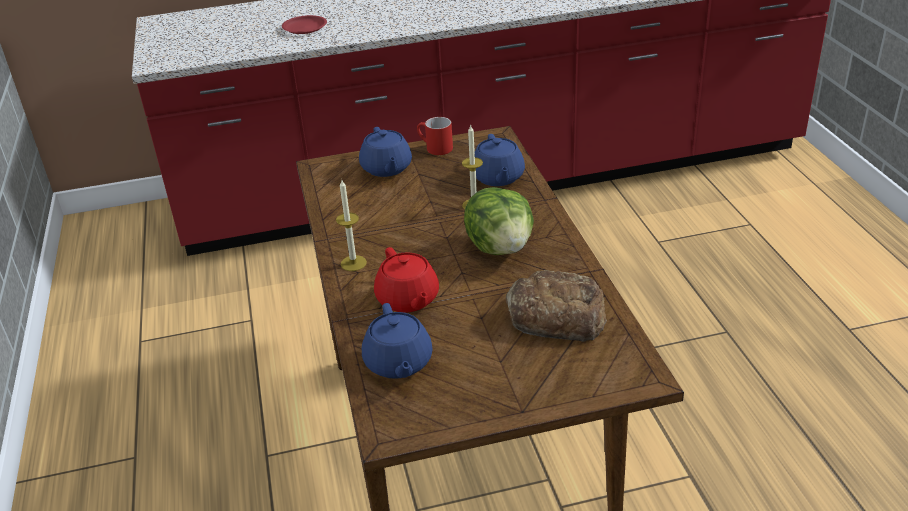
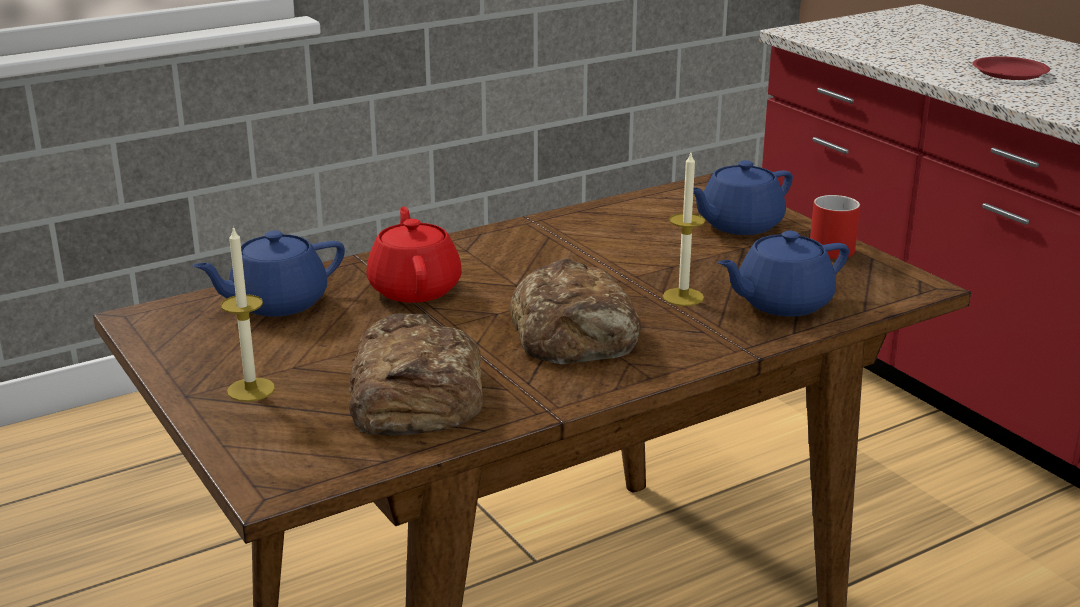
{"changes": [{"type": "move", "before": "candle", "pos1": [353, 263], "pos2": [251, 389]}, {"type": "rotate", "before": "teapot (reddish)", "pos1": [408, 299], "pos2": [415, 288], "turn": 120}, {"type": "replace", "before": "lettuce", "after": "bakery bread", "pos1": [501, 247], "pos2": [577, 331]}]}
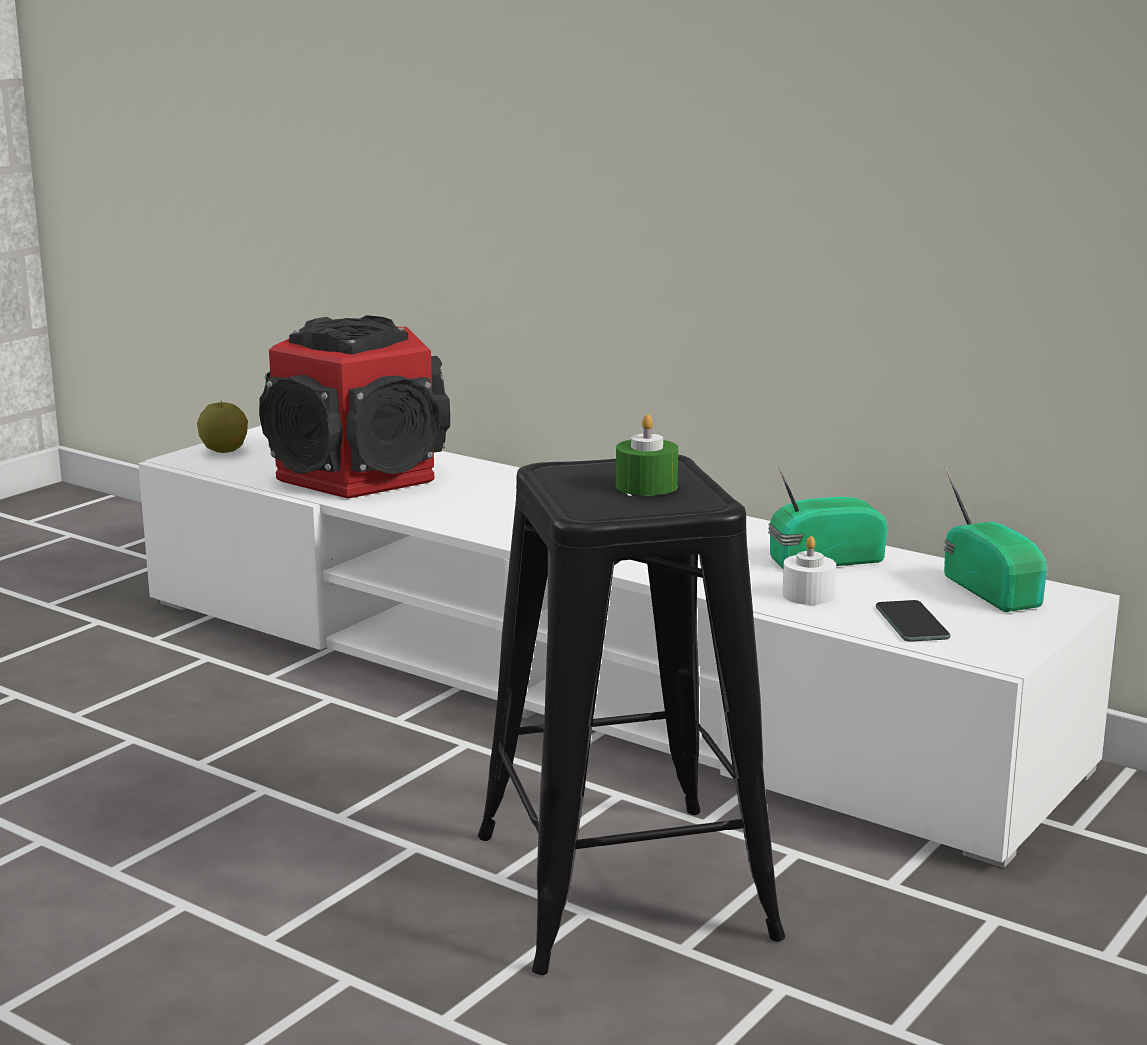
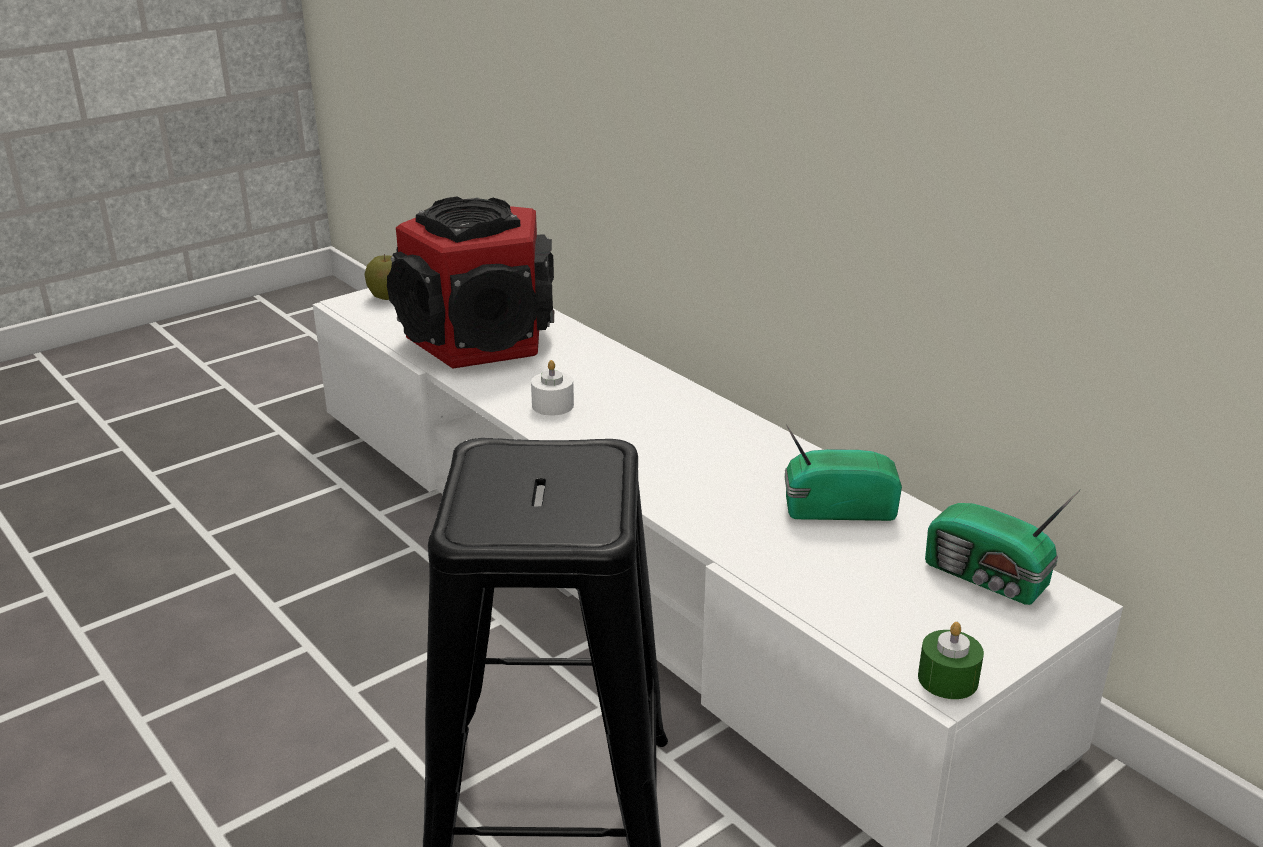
{"changes": [{"type": "move", "before": "candle (green-coloured)", "pos1": [646, 486], "pos2": [948, 679]}, {"type": "move", "before": "candle (whitish)", "pos1": [808, 595], "pos2": [552, 405]}, {"type": "delete", "before": "handset", "pos1": [912, 623]}, {"type": "rotate", "before": "radio", "pos1": [992, 590], "pos2": [987, 579], "turn": 135}]}
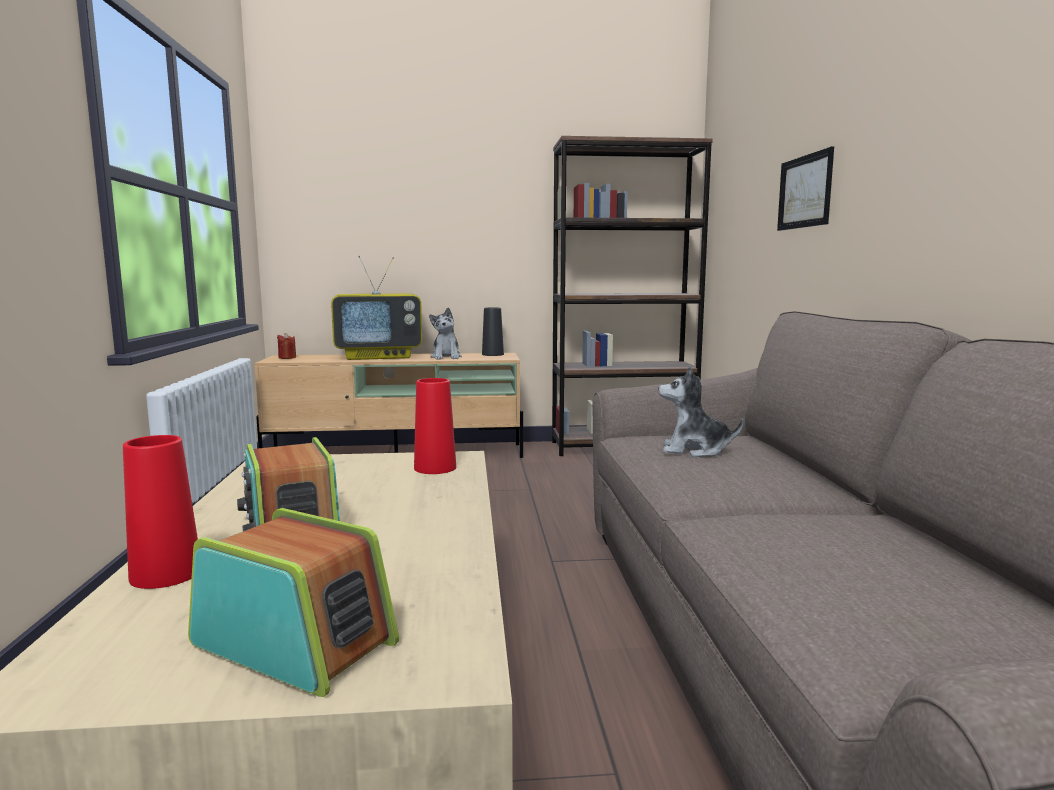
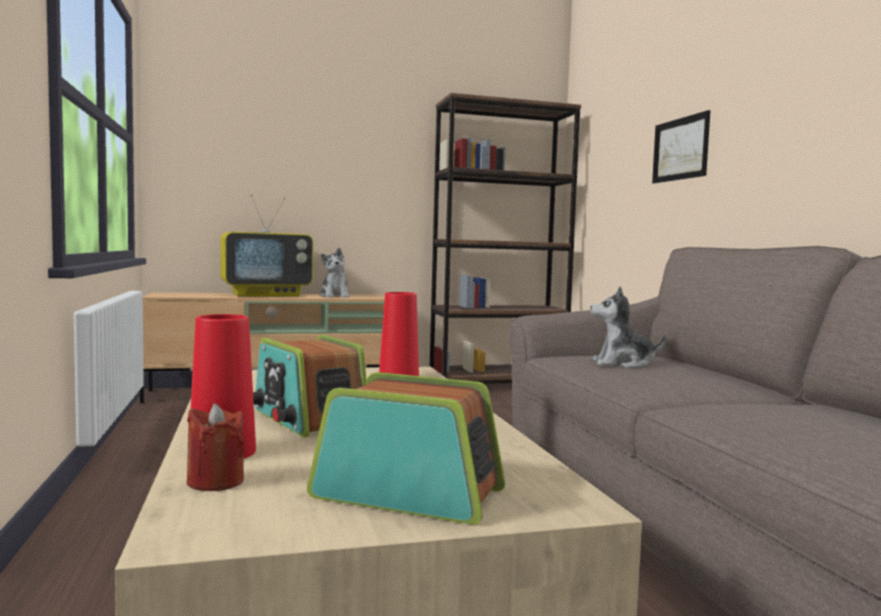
{"changes": [{"type": "move", "before": "candle (reddish)", "pos1": [287, 358], "pos2": [215, 481]}, {"type": "delete", "before": "vase (black)", "pos1": [492, 354]}]}
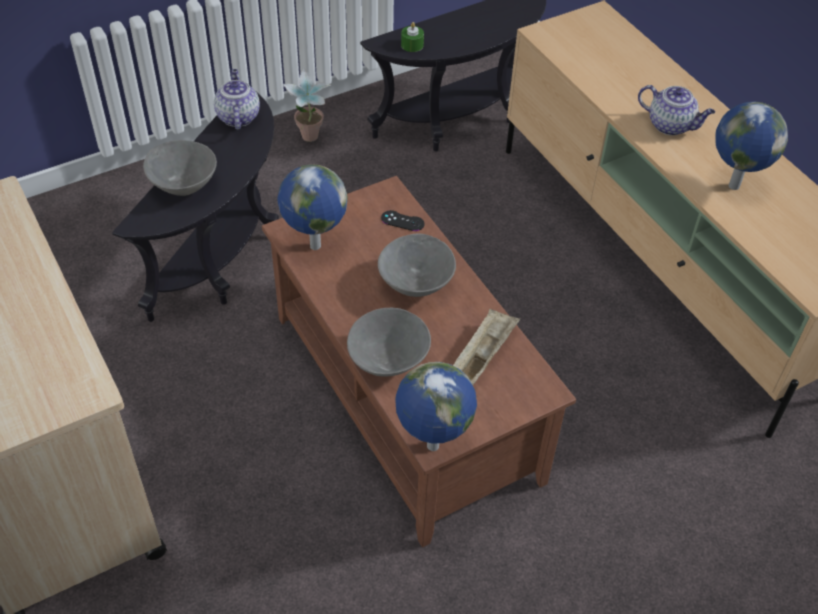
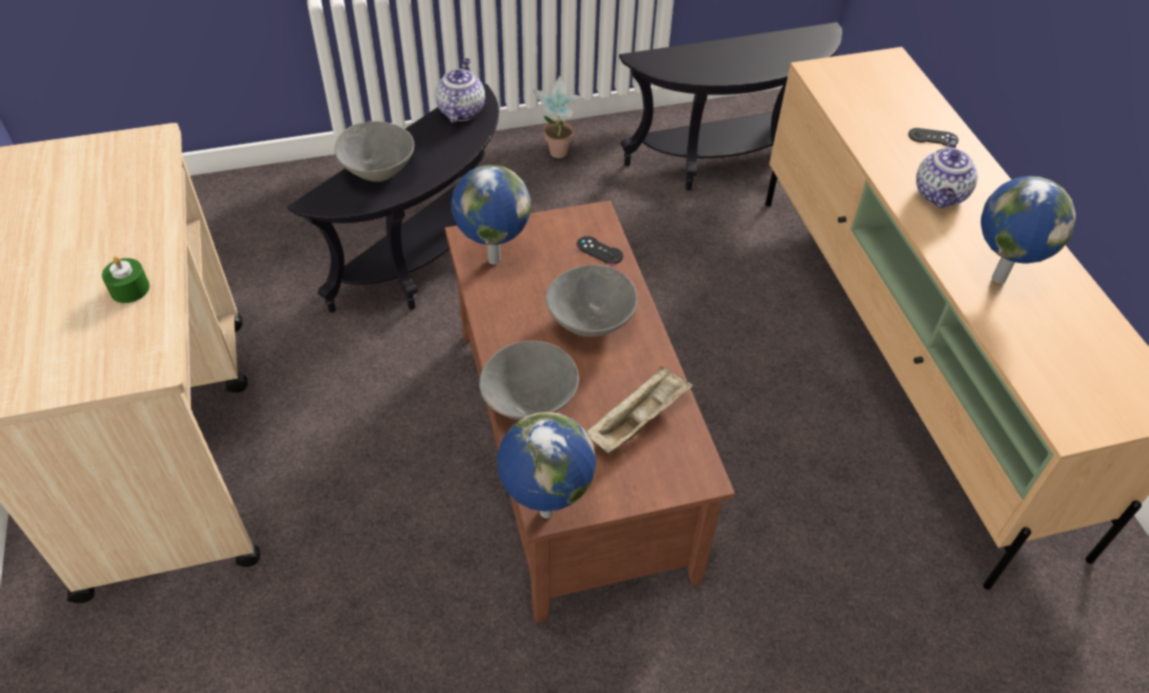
{"changes": [{"type": "move", "before": "candle (green-coloured)", "pos1": [412, 45], "pos2": [130, 289]}, {"type": "rotate", "before": "teapot", "pos1": [671, 125], "pos2": [940, 195], "turn": 60}, {"type": "insert", "after": "gamepad (black)", "pos2": [933, 137]}]}
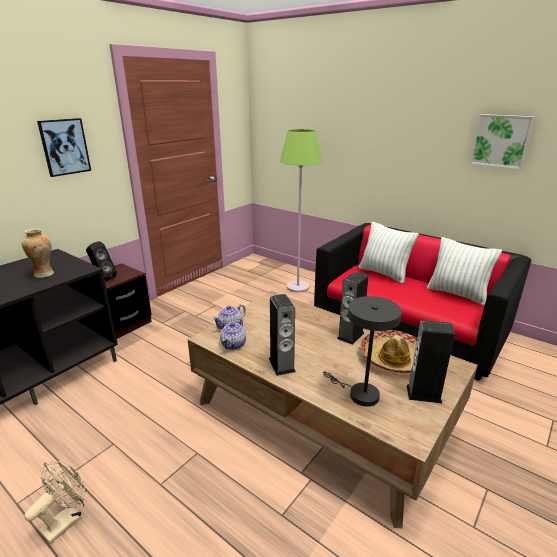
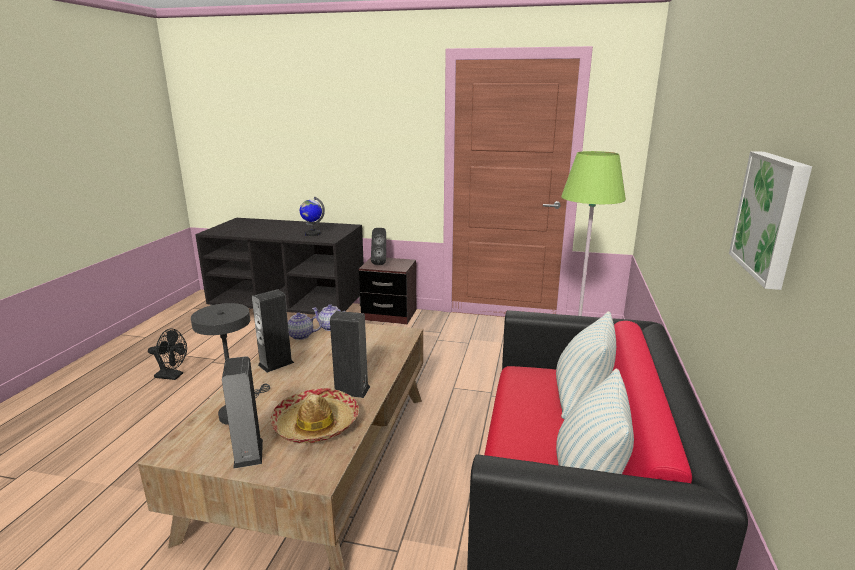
{"changes": [{"type": "replace", "before": "vase", "after": "world globe", "pos1": [44, 274], "pos2": [312, 234]}, {"type": "recolor", "before": "cooling fan (beige)", "after": "cooling fan (black)", "pos1": [67, 520], "pos2": [173, 376]}, {"type": "delete", "before": "wall art", "pos1": [64, 147]}]}
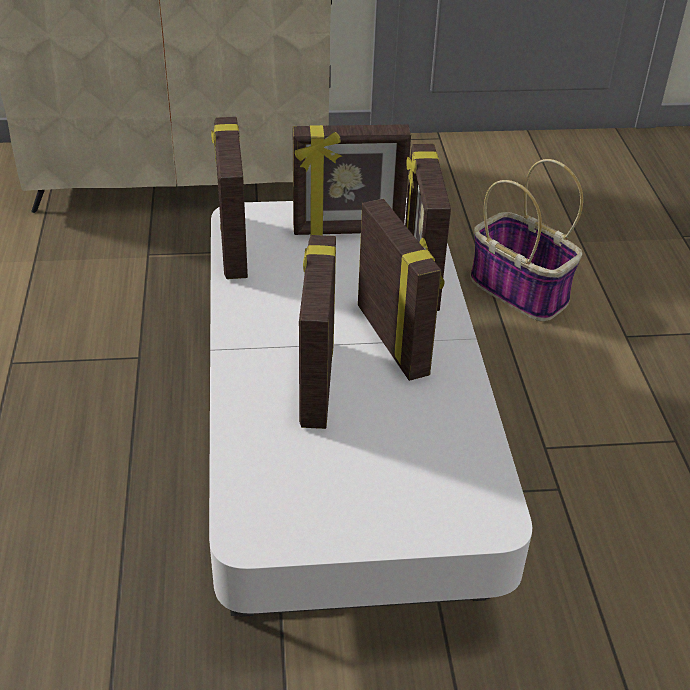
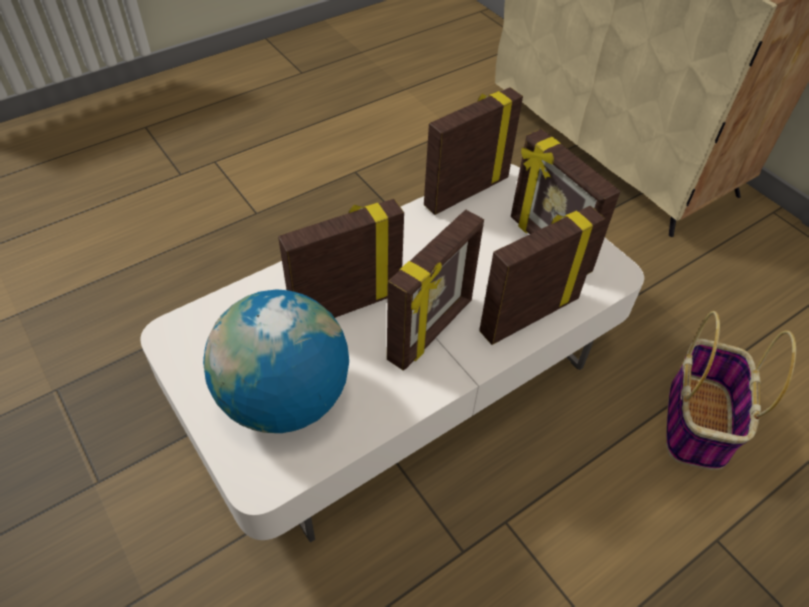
{"changes": [{"type": "insert", "after": "world globe", "pos2": [284, 398]}]}
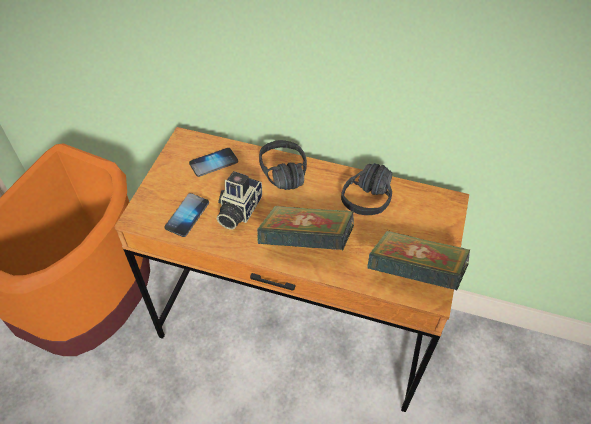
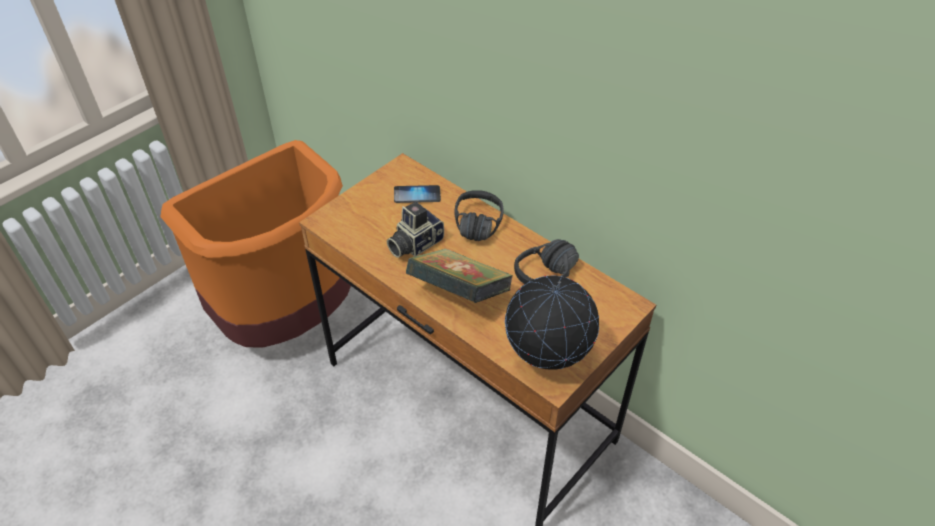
{"changes": [{"type": "delete", "before": "handset", "pos1": [187, 215]}, {"type": "replace", "before": "volume", "after": "world globe", "pos1": [414, 275], "pos2": [547, 358]}]}
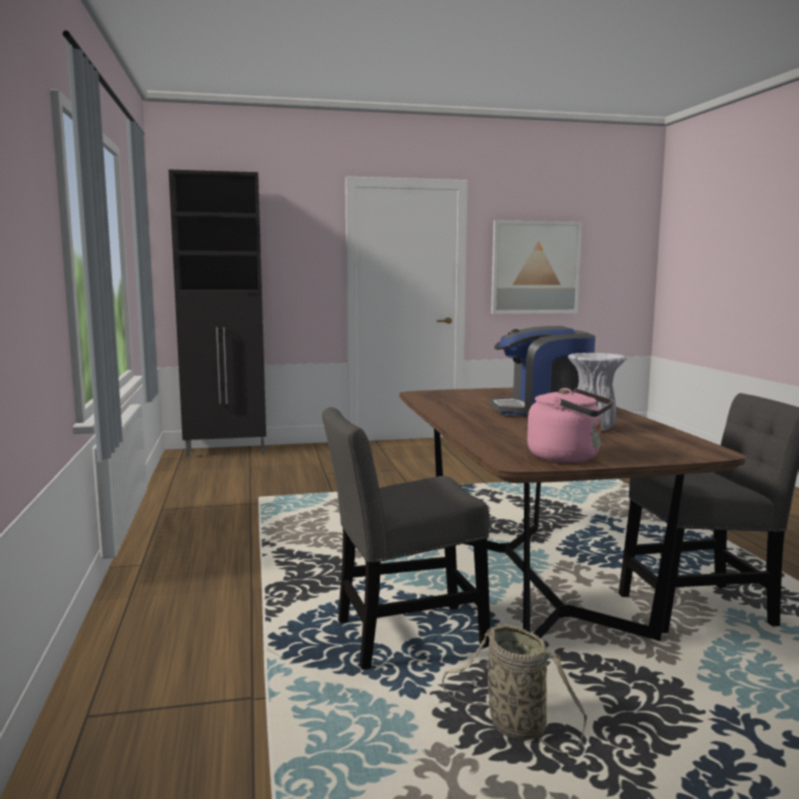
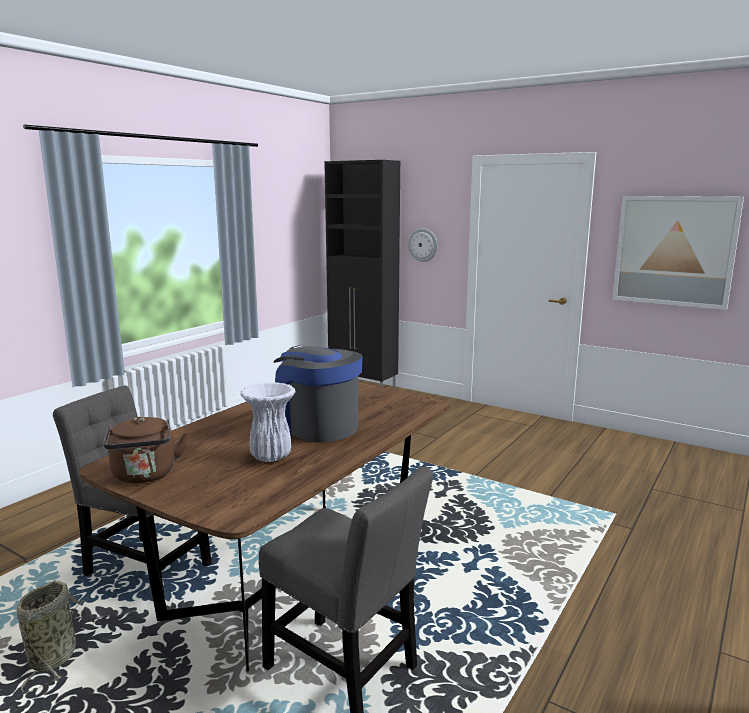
{"changes": [{"type": "recolor", "before": "tea kettle (pinkish)", "after": "tea kettle (brownish)", "pos1": [568, 457], "pos2": [145, 476]}, {"type": "insert", "after": "wall clock", "pos2": [423, 245]}]}
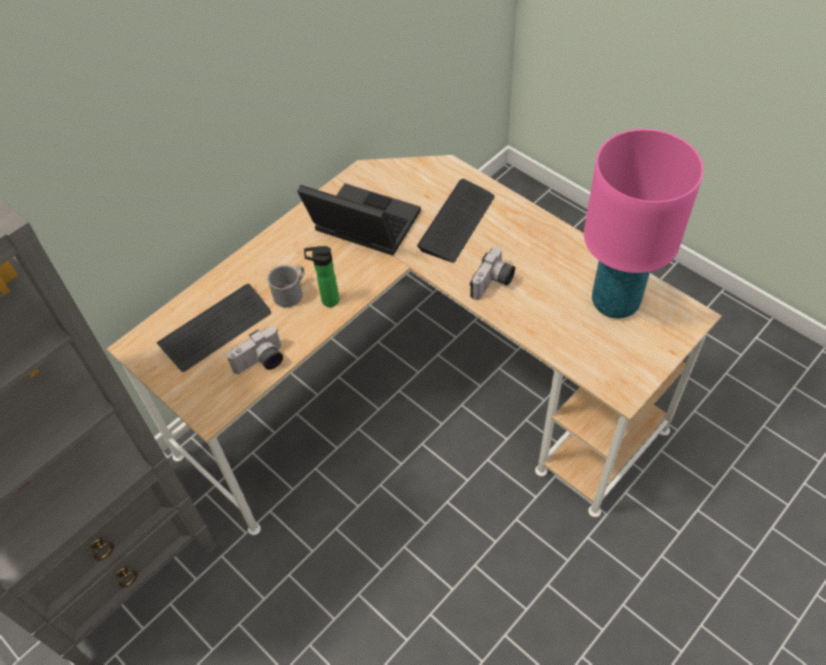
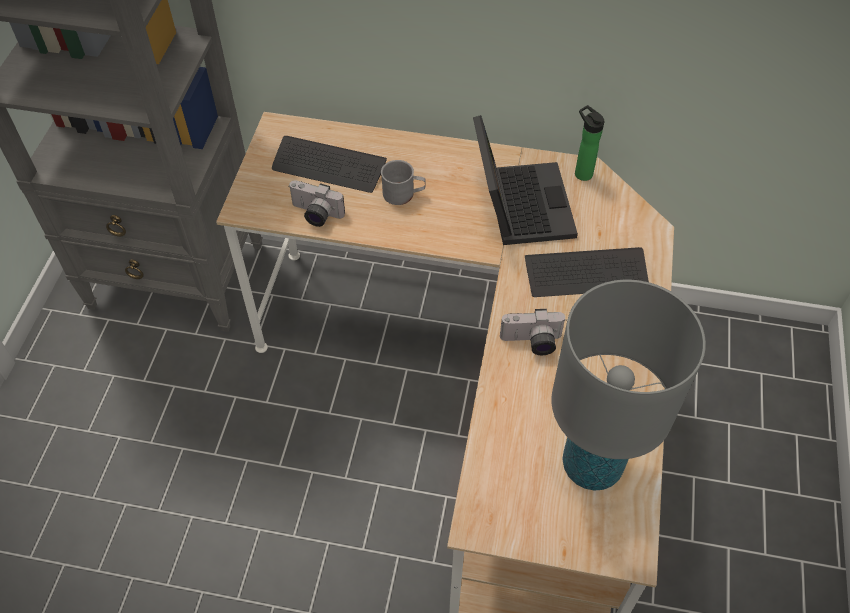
{"changes": [{"type": "move", "before": "drink bottle", "pos1": [327, 300], "pos2": [581, 172]}, {"type": "recolor", "before": "lamp for a table (pinkish)", "after": "lamp for a table (gray)", "pos1": [615, 302], "pos2": [592, 465]}]}
